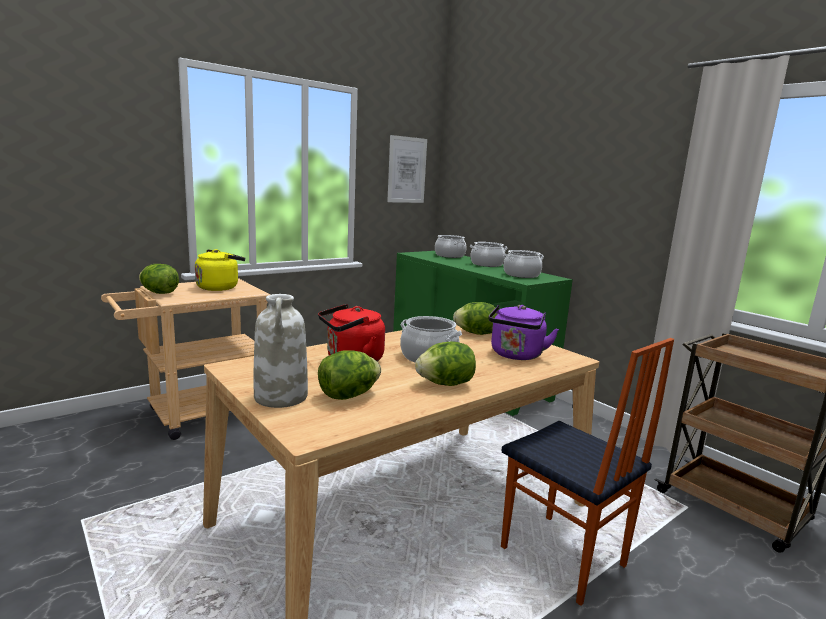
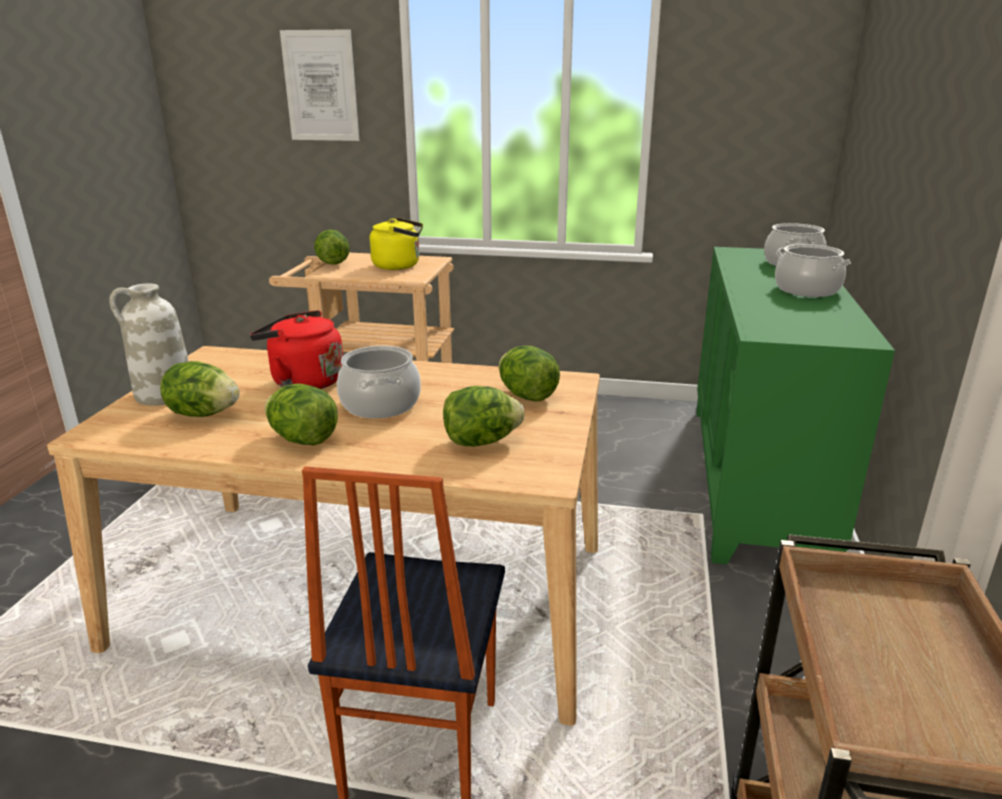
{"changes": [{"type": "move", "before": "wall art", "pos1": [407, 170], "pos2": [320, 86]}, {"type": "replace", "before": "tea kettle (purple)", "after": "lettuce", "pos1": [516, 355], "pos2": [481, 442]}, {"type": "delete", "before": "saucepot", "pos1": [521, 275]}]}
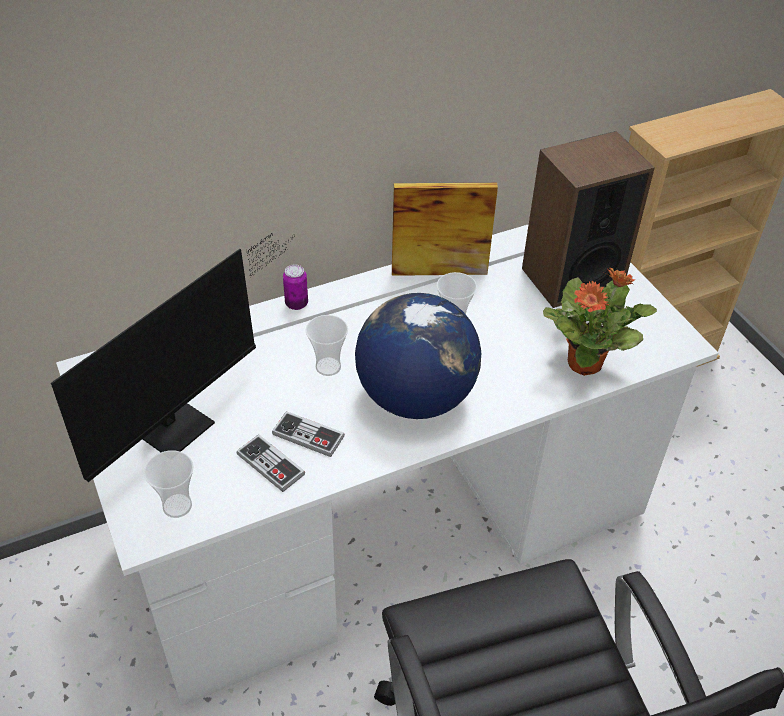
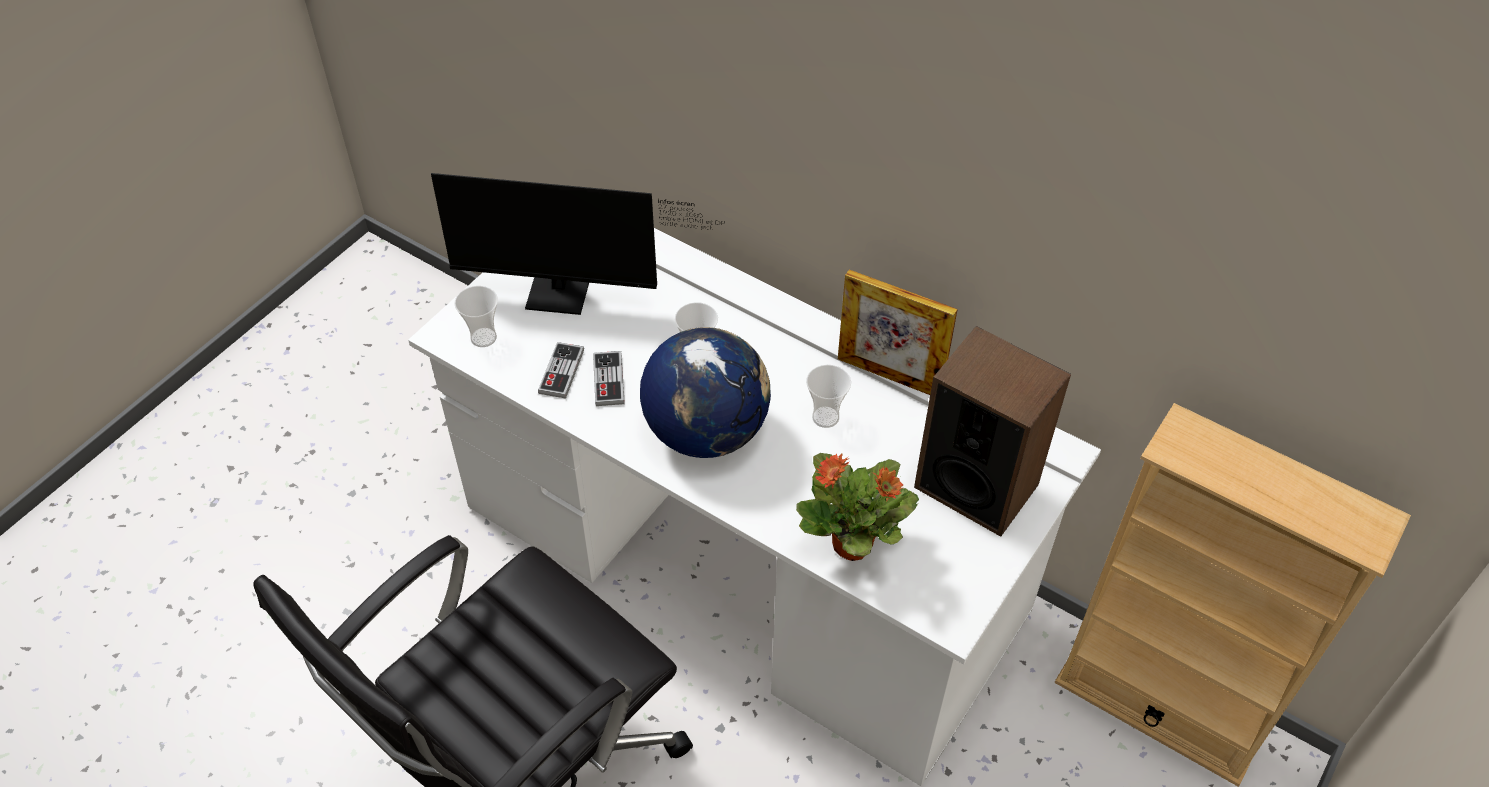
{"changes": [{"type": "delete", "before": "metal can", "pos1": [296, 304]}, {"type": "rotate", "before": "photo frame", "pos1": [439, 272], "pos2": [889, 375], "turn": 150}]}
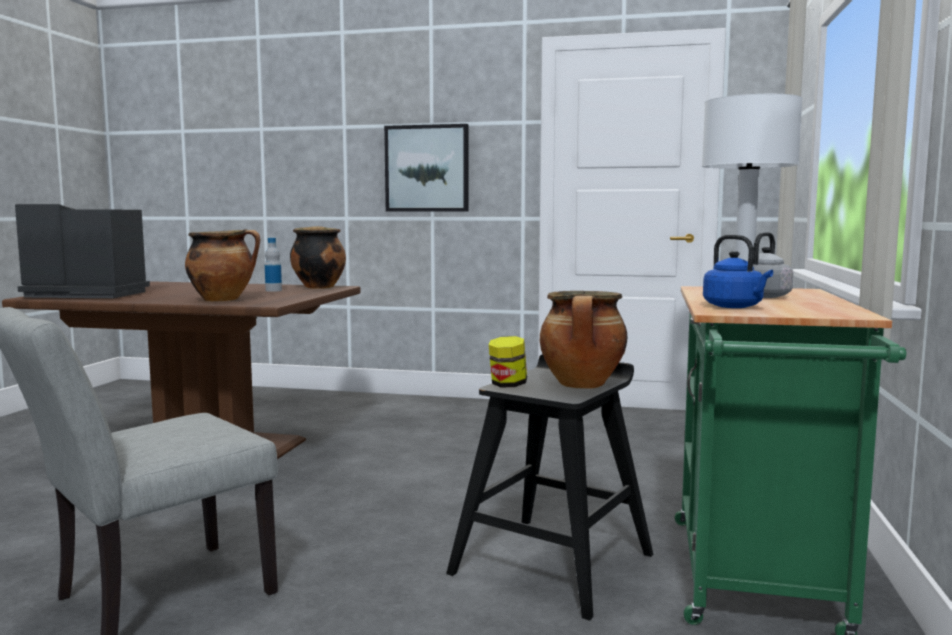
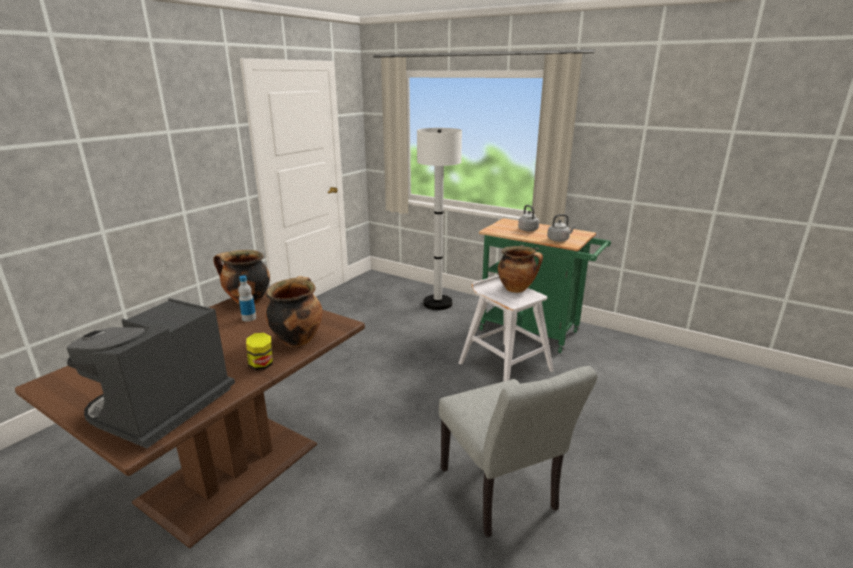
{"changes": [{"type": "delete", "before": "wall art", "pos1": [427, 168]}, {"type": "recolor", "before": "sitting stool (black)", "after": "sitting stool (whitish)", "pos1": [554, 563], "pos2": [504, 366]}, {"type": "move", "before": "preserve jar", "pos1": [508, 385], "pos2": [261, 365]}, {"type": "recolor", "before": "tea kettle (blue-coloured)", "after": "tea kettle (gray)", "pos1": [735, 307], "pos2": [559, 240]}]}
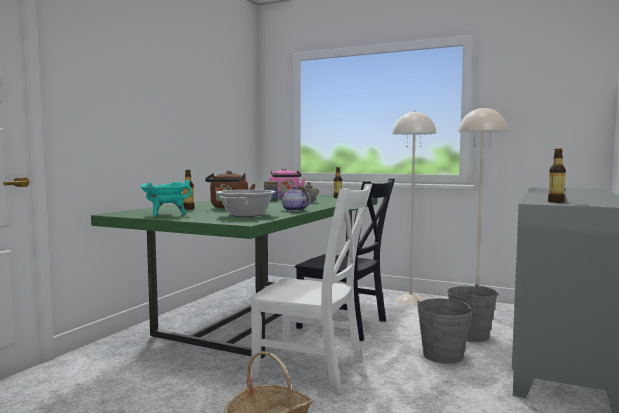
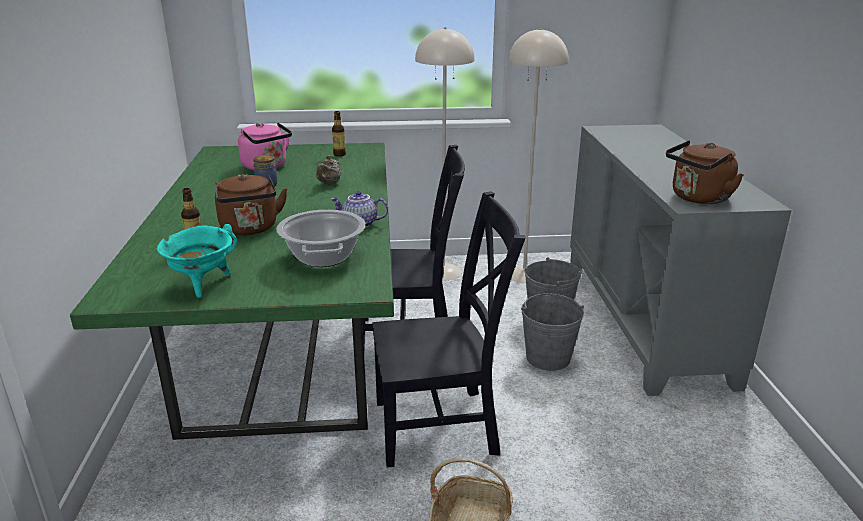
{"changes": [{"type": "recolor", "before": "plain chair (whitish)", "after": "plain chair (black)", "pos1": [314, 369], "pos2": [442, 426]}, {"type": "replace", "before": "drink bottle", "after": "tea kettle (brownish)", "pos1": [555, 202], "pos2": [698, 198]}]}
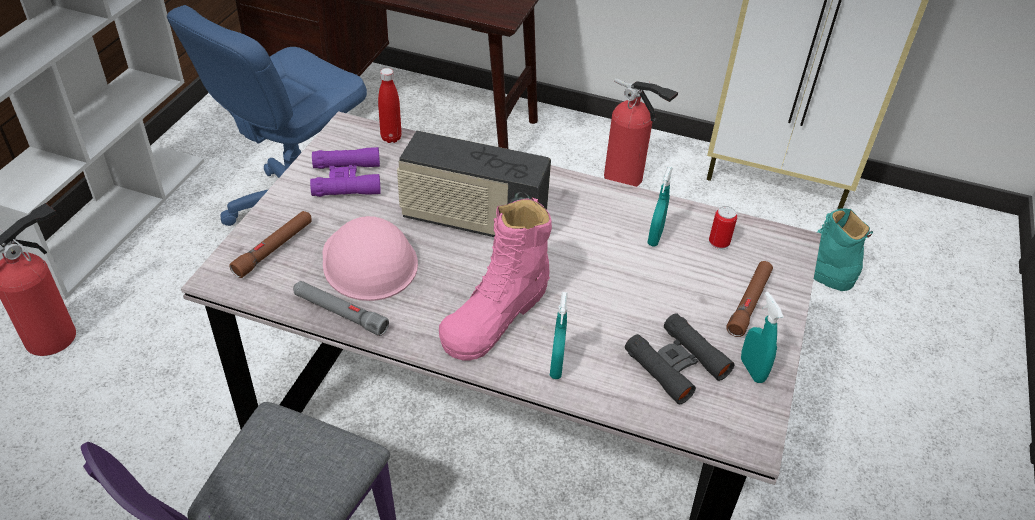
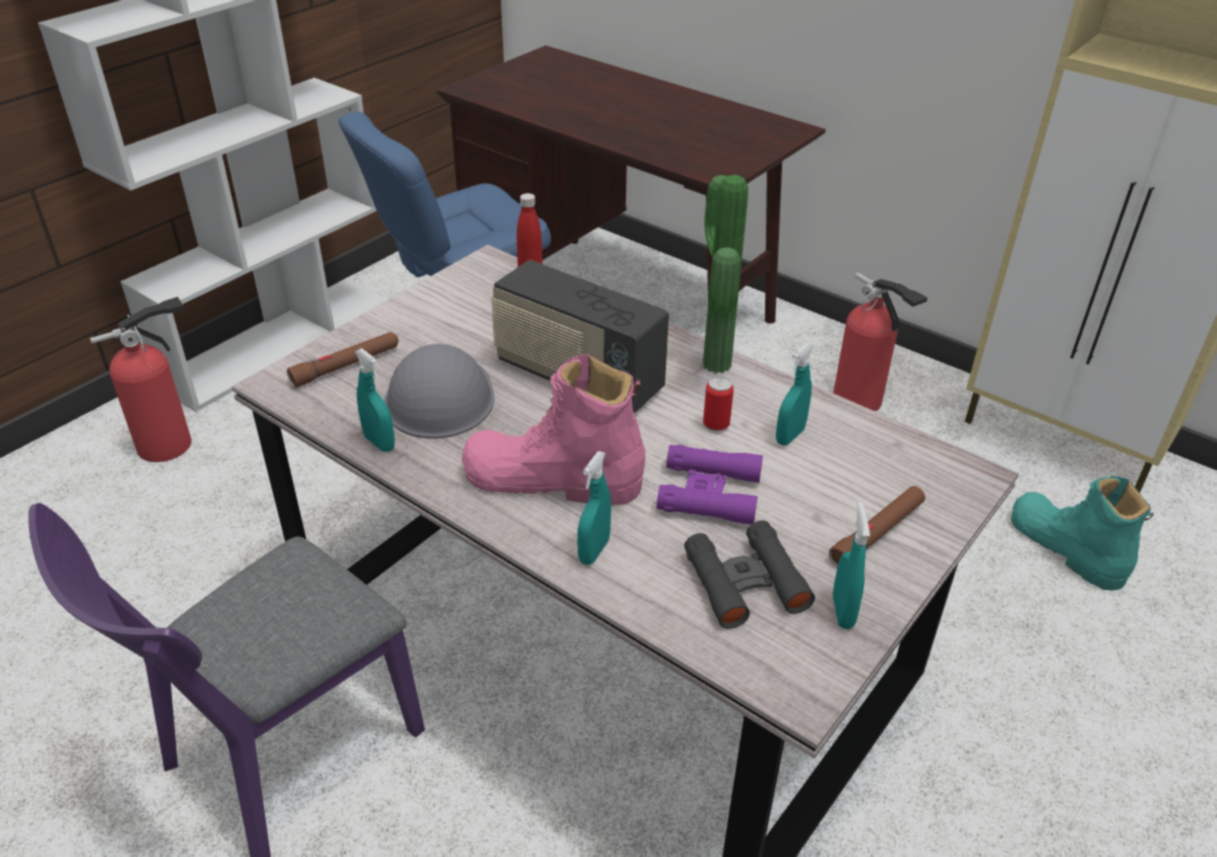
{"changes": [{"type": "replace", "before": "torch (gray)", "after": "sprayer (turquoise)", "pos1": [340, 313], "pos2": [379, 443]}, {"type": "move", "before": "pair of binoculars (purple)", "pos1": [346, 179], "pos2": [709, 493]}, {"type": "recolor", "before": "safety helmet (pinkish)", "after": "safety helmet (gray)", "pos1": [369, 261], "pos2": [439, 397]}, {"type": "rotate", "before": "boot (pinkish)", "pos1": [496, 314], "pos2": [552, 480], "turn": 45}, {"type": "move", "before": "metal can", "pos1": [719, 243], "pos2": [716, 425]}, {"type": "insert", "after": "potted plant", "pos2": [711, 365]}]}
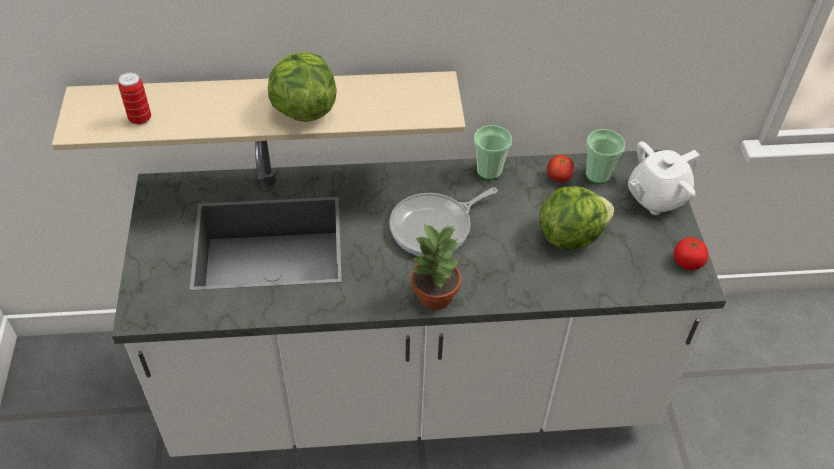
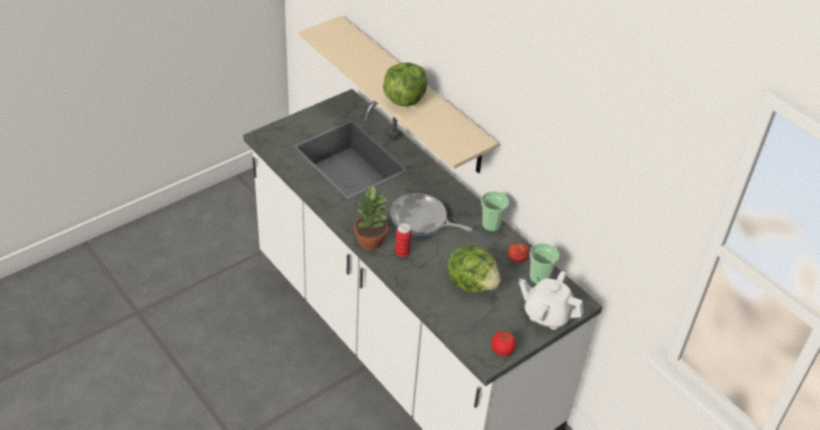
{"changes": [{"type": "move", "before": "metal can", "pos1": [140, 119], "pos2": [402, 252]}]}
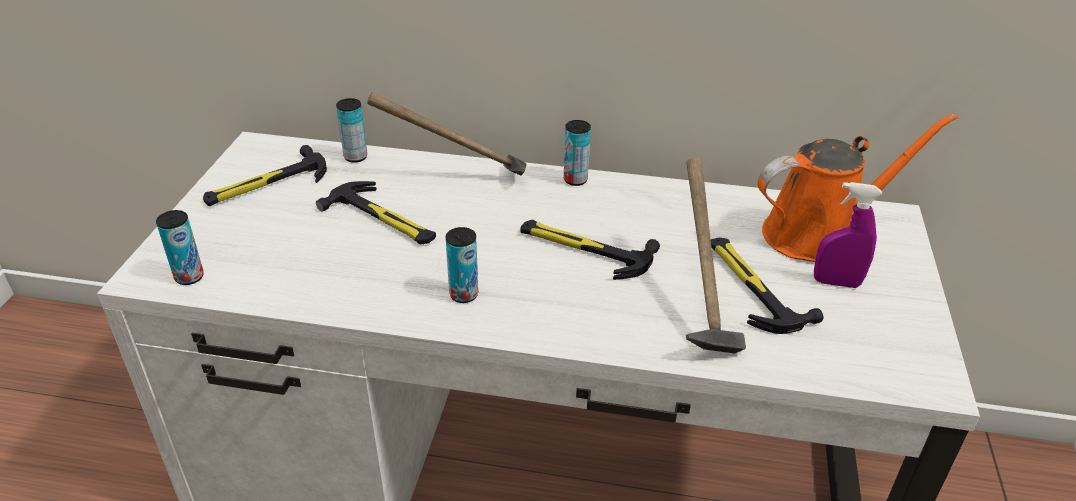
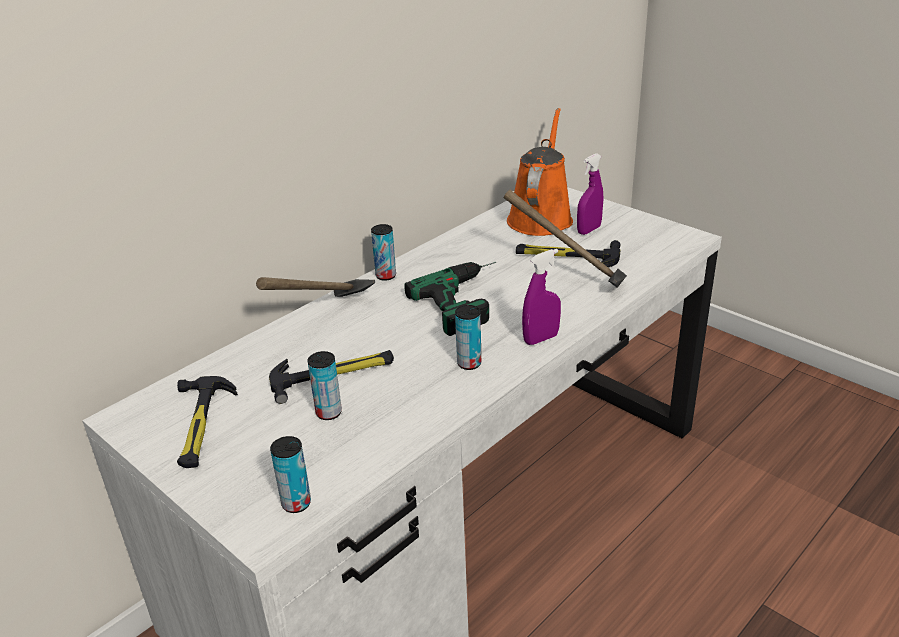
{"changes": [{"type": "move", "before": "metal can", "pos1": [355, 157], "pos2": [329, 413]}, {"type": "replace", "before": "hammer", "after": "electric drill", "pos1": [584, 249], "pos2": [470, 299]}, {"type": "insert", "after": "sprayer (purple)", "pos2": [541, 339]}]}
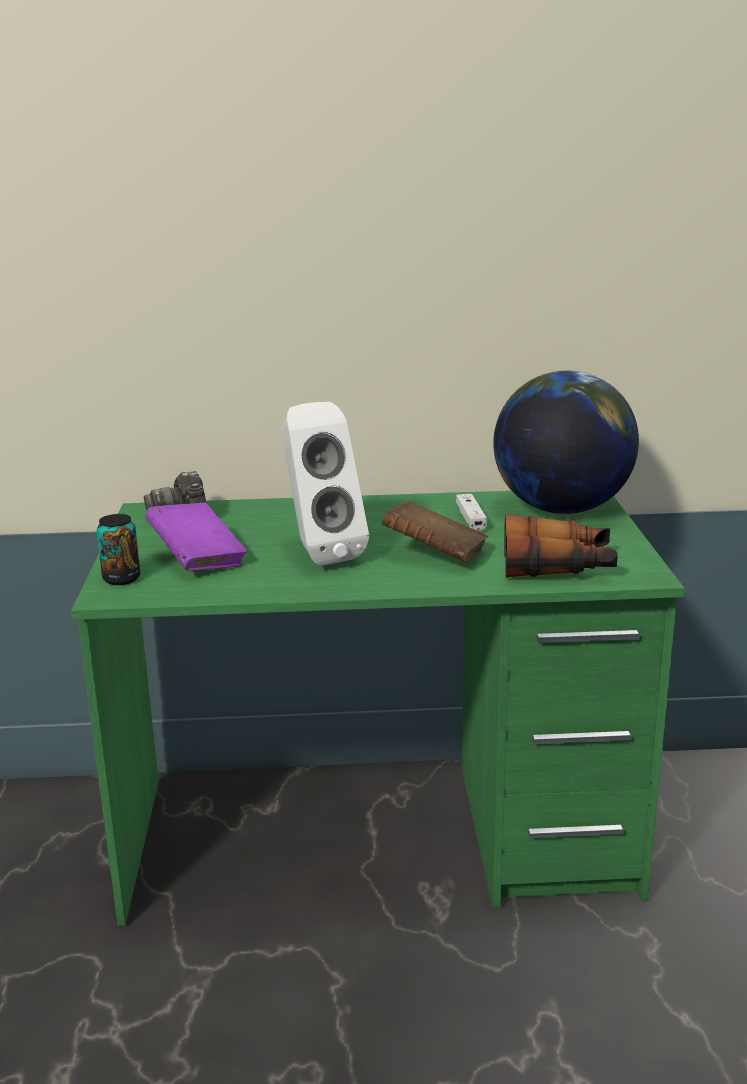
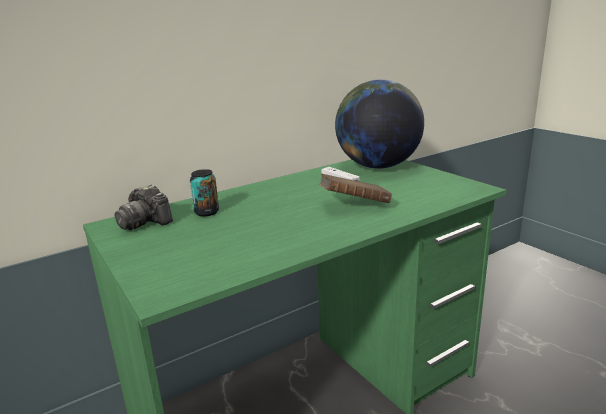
{"changes": [{"type": "move", "before": "metal can", "pos1": [121, 579], "pos2": [206, 212]}, {"type": "delete", "before": "volume (purple)", "pos1": [197, 560]}, {"type": "delete", "before": "speaker (whitish)", "pos1": [319, 554]}, {"type": "delete", "before": "pair of binoculars", "pos1": [558, 566]}]}
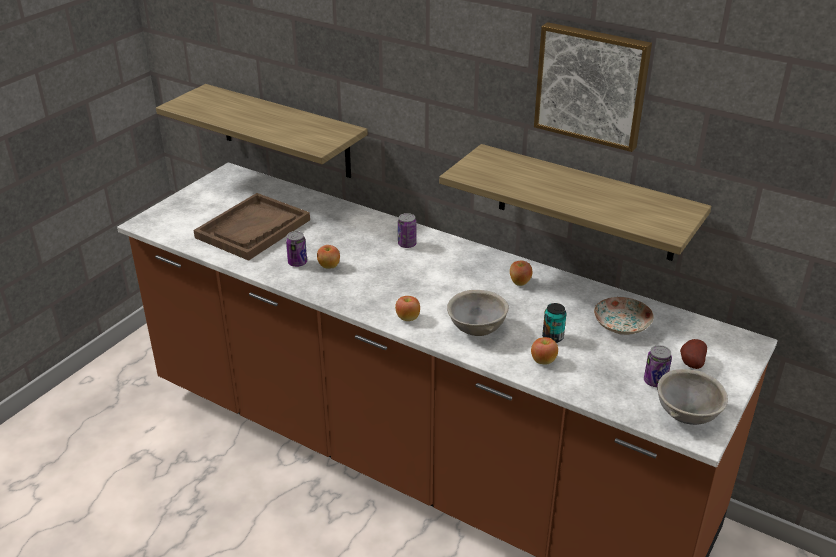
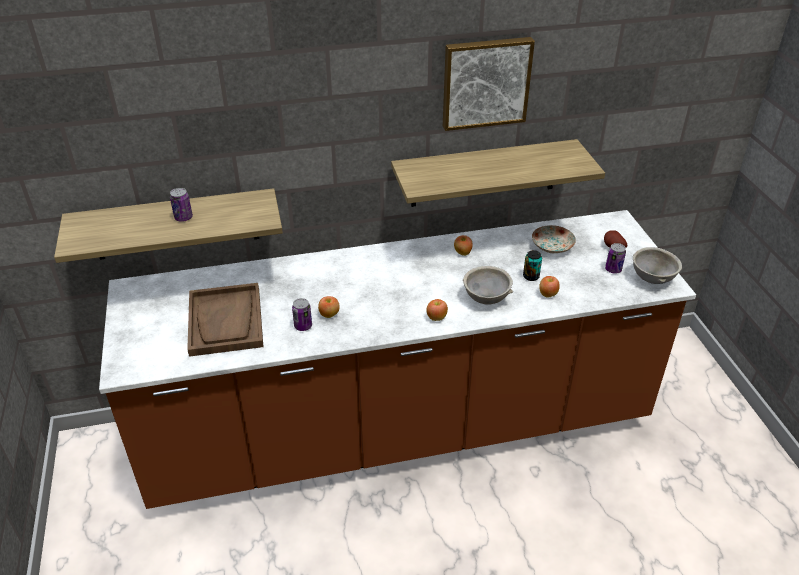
{"changes": [{"type": "move", "before": "metal can", "pos1": [407, 244], "pos2": [183, 218]}]}
